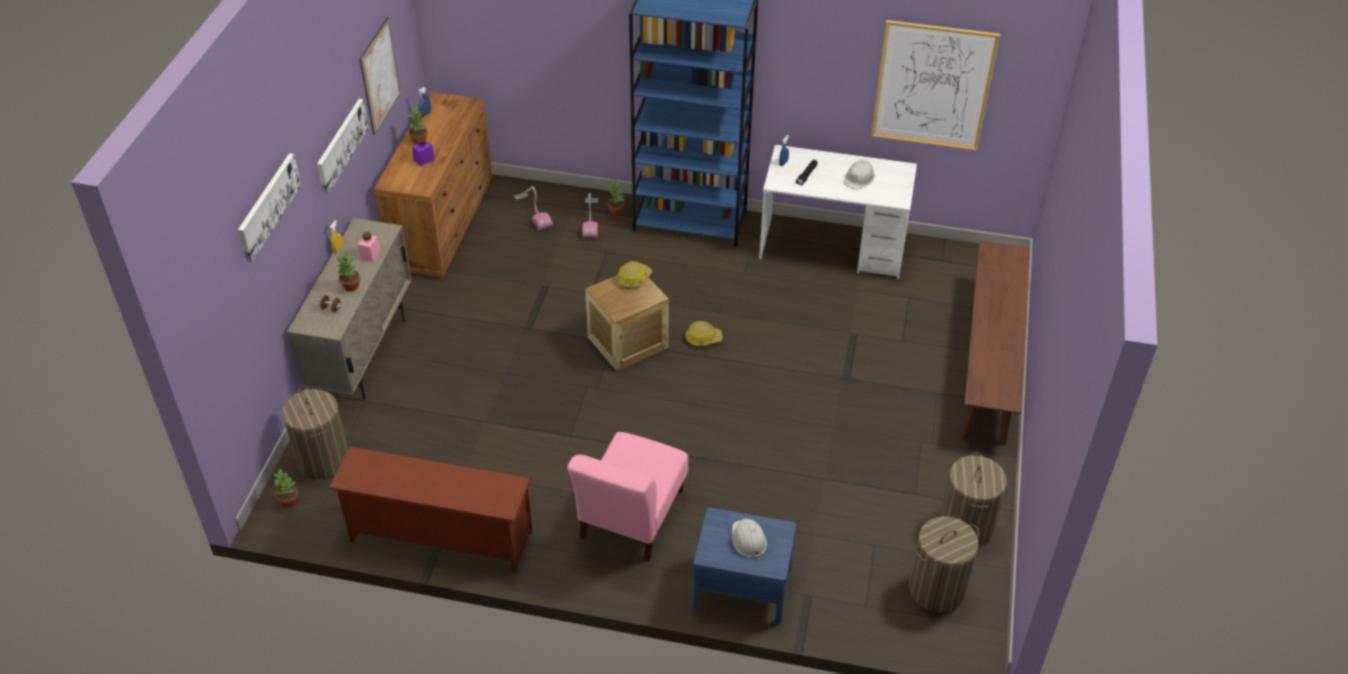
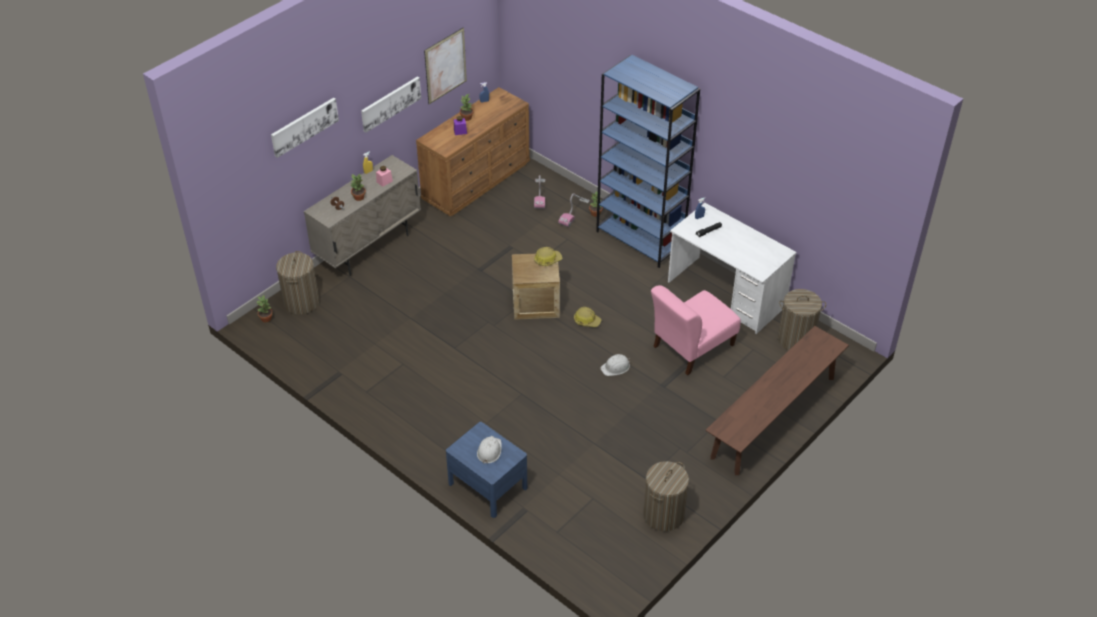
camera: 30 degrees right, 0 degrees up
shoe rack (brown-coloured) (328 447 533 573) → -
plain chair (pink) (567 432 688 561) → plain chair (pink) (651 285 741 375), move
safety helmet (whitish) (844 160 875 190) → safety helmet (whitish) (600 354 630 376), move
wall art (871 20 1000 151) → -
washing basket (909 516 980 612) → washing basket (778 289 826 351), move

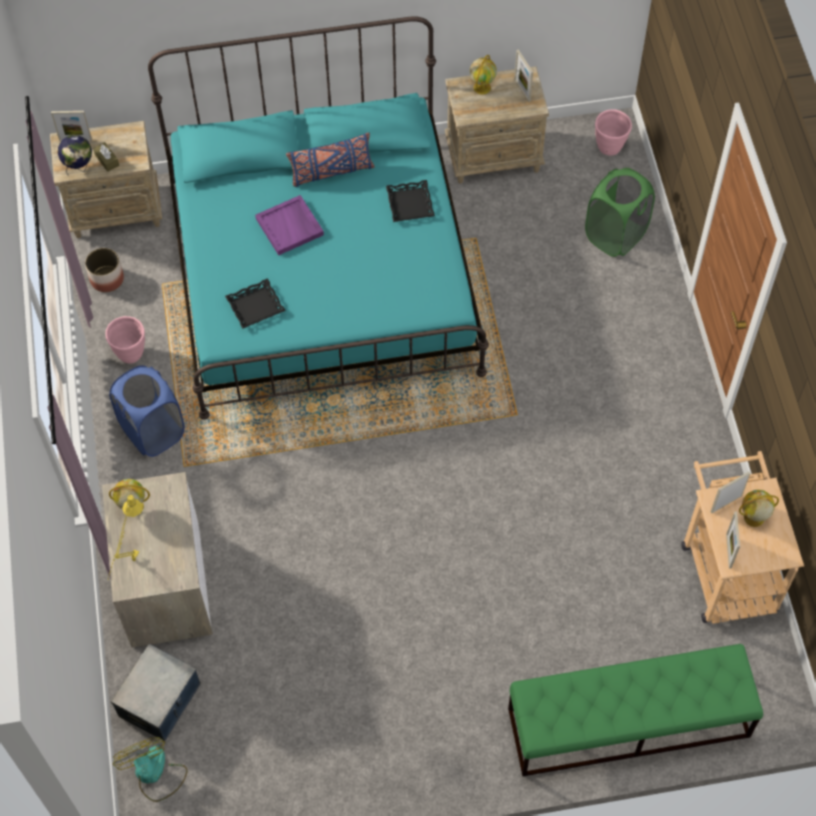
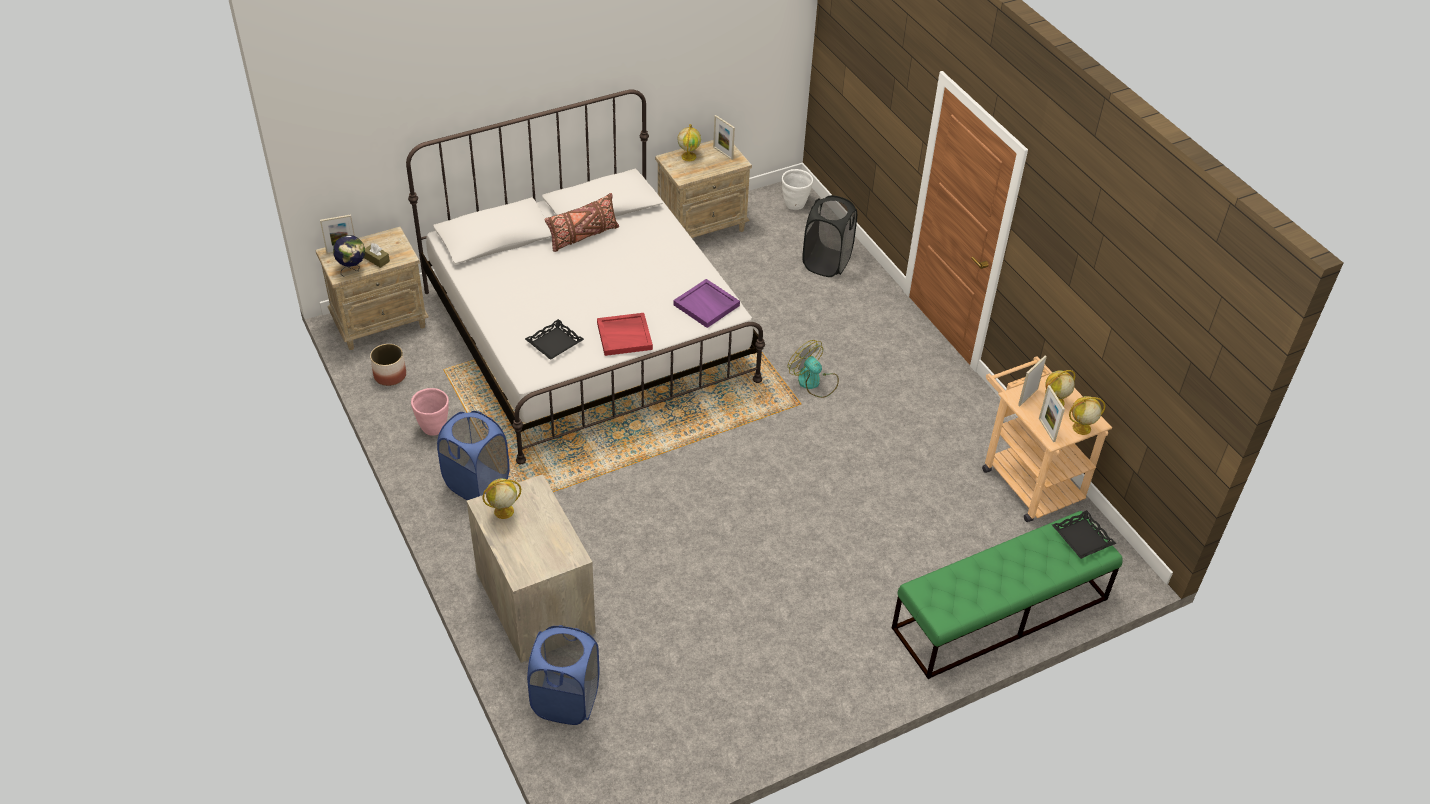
camera: 20 degrees left, 15 degrees down
lamp for a table (yellow) (108 495 143 578) → -
storage bin (111 644 201 741) → washing basket (bluish) (527 625 600 725)
electric fan (112 737 188 802) → electric fan (788 340 839 398), move
bed (turquoise) (148 16 489 420) → bed (whitish) (406 90 765 464)
carrying tray (purple-coloured) (255 195 324 256) → carrying tray (purple-coloured) (673 279 740 328), move
pillow (bluish) (286 132 375 187) → pillow (brown-coloured) (544 193 619 252)
carrying tray (black) (386 180 435 222) → carrying tray (black) (1052 510 1116 559), move
washing basket (green) (585 168 655 257) → washing basket (black) (802 195 857 277)
plant pot (pink) (595 109 632 155) → plant pot (whitish) (782 169 813 210)
- → carrying tray (red-coloured) (597 313 653 356)
- → world globe (1069 396 1105 435)

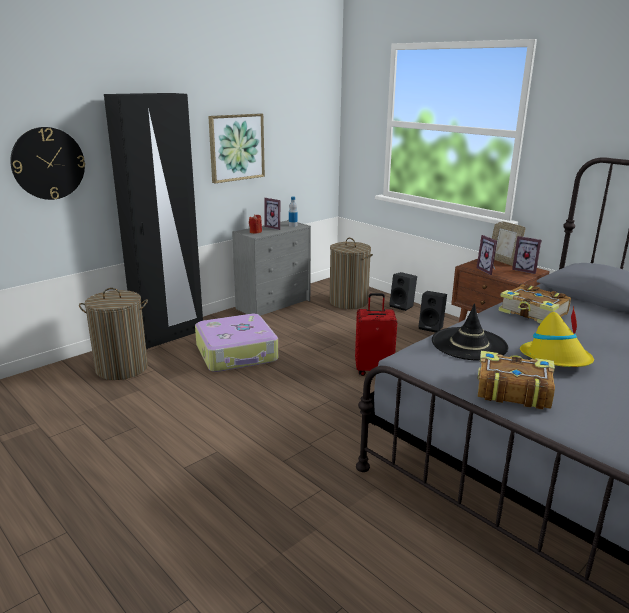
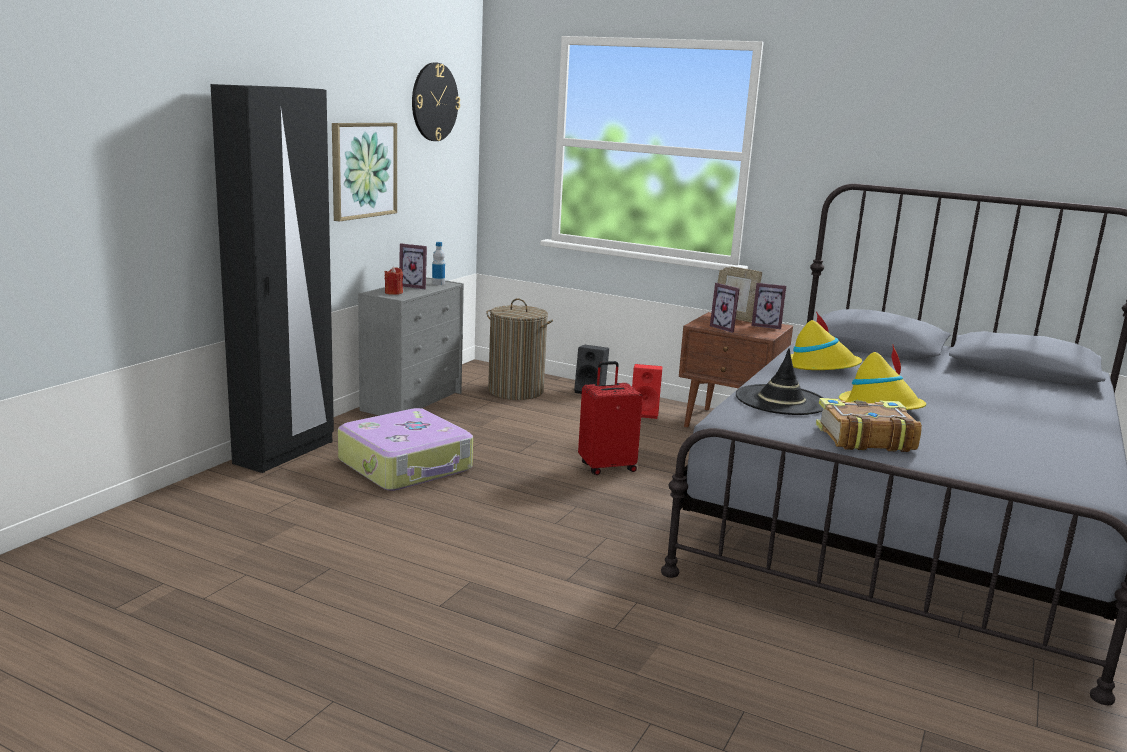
camera: 20 degrees left, 5 degrees down
wall clock (10 127 85 200) → wall clock (412 62 460 141), move
washing basket (79 288 148 380) → -
audio speaker (black) (418 291 447 333) → audio speaker (red-coloured) (632 364 663 419)
volume (498 284 571 324) → hat (yellow) (784 311 862 370)

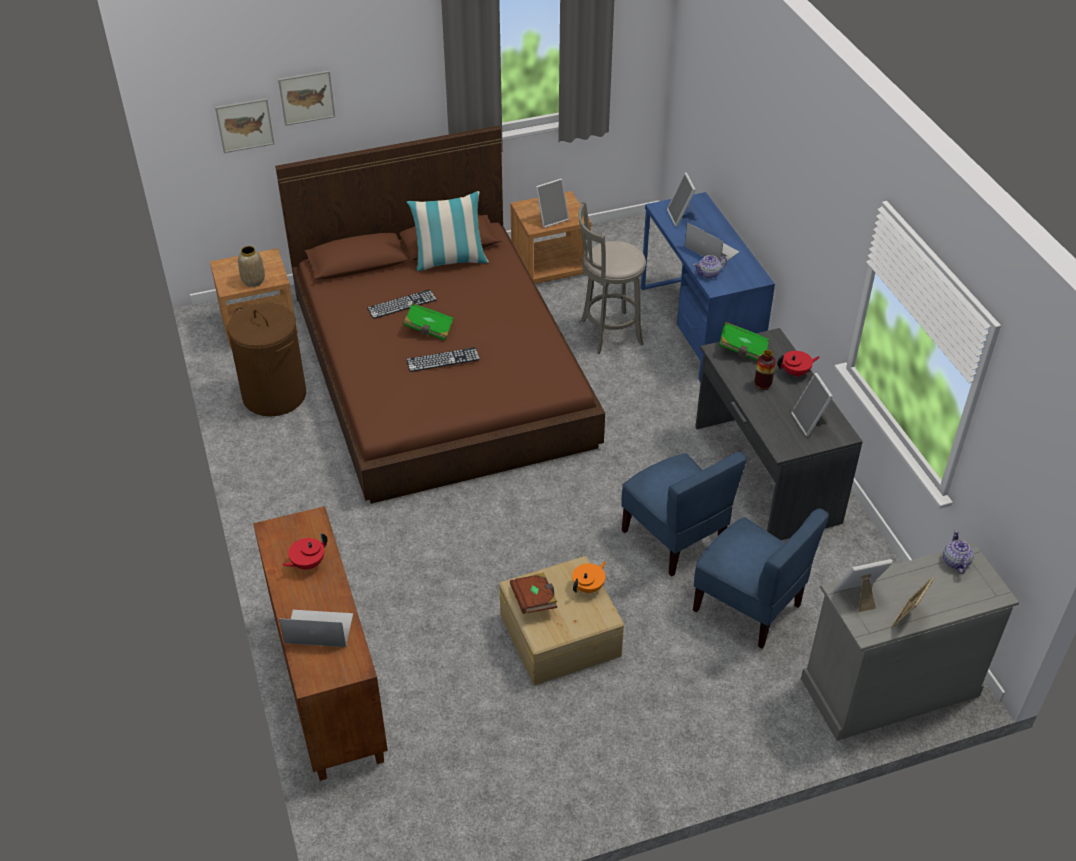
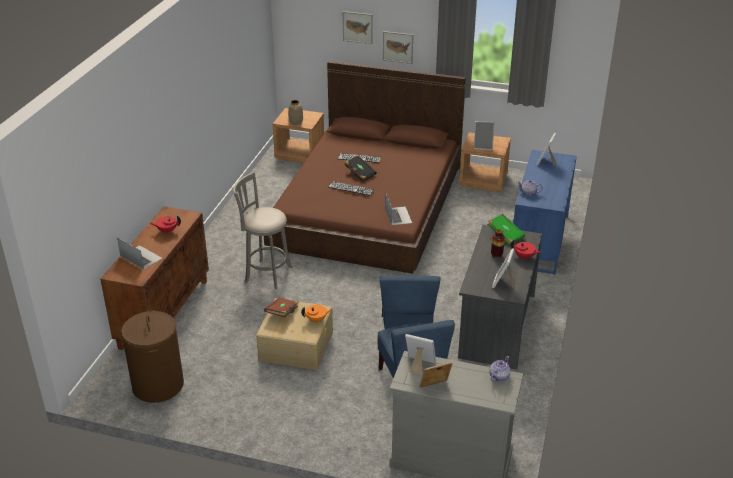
camera: 35 degrees right, 10 degrees down
wall art (215 98 274 153) → wall art (383 31 413 64), move
washing basket (brown-coloured) (227 303 306 417) → washing basket (brown-coloured) (121 310 184 403), move
volume (green) (404 303 453 341) → volume (black) (345 155 377 181)
pillow (407 191 489 271) → -
stool (grey) (578 201 646 354) → stool (grey) (233 172 292 289), move
notebook computer (685 222 739 265) → notebook computer (385 192 412 225), move

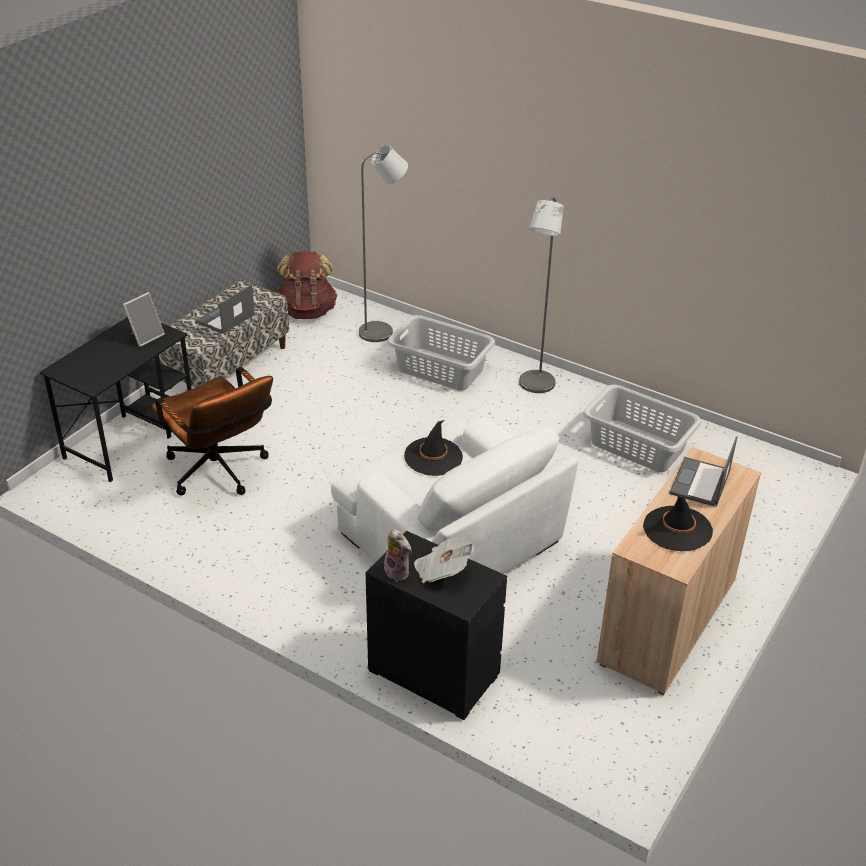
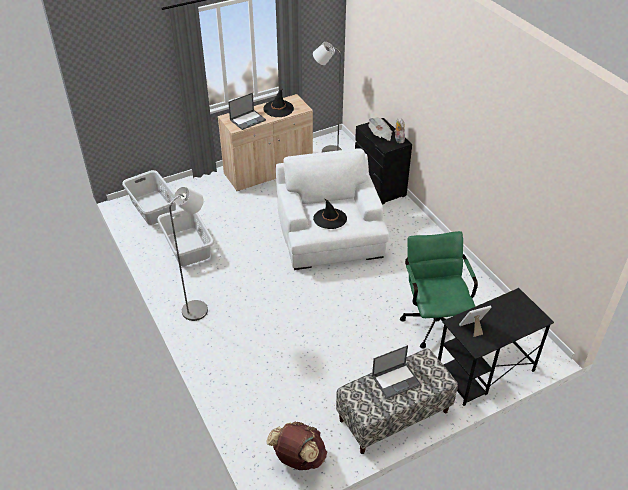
camera: 150 degrees left, 5 degrees up
office chair (brown-coloured) (152 367 273 495) → office chair (green) (400 231 478 348)
standard lamp (grey) (359 145 408 342) → standard lamp (grey) (313 42 342 152), move
washing basket (grey) (387 315 495 391) → washing basket (grey) (122 170 176 225), move

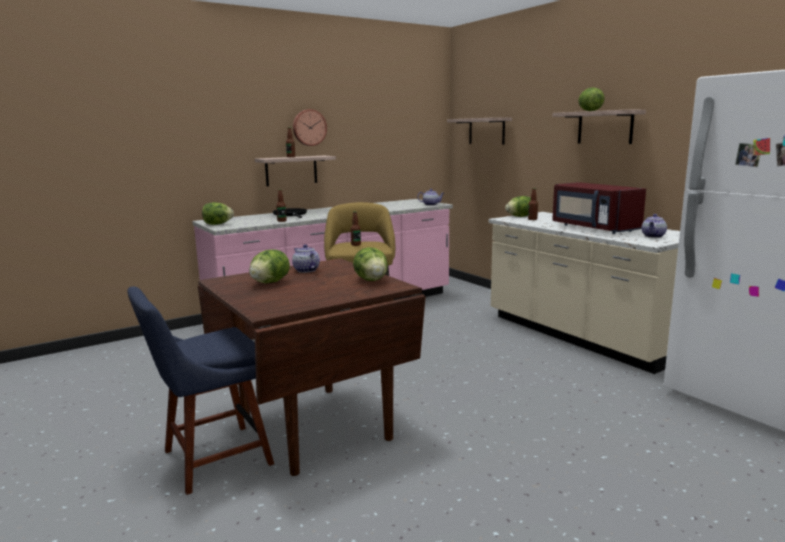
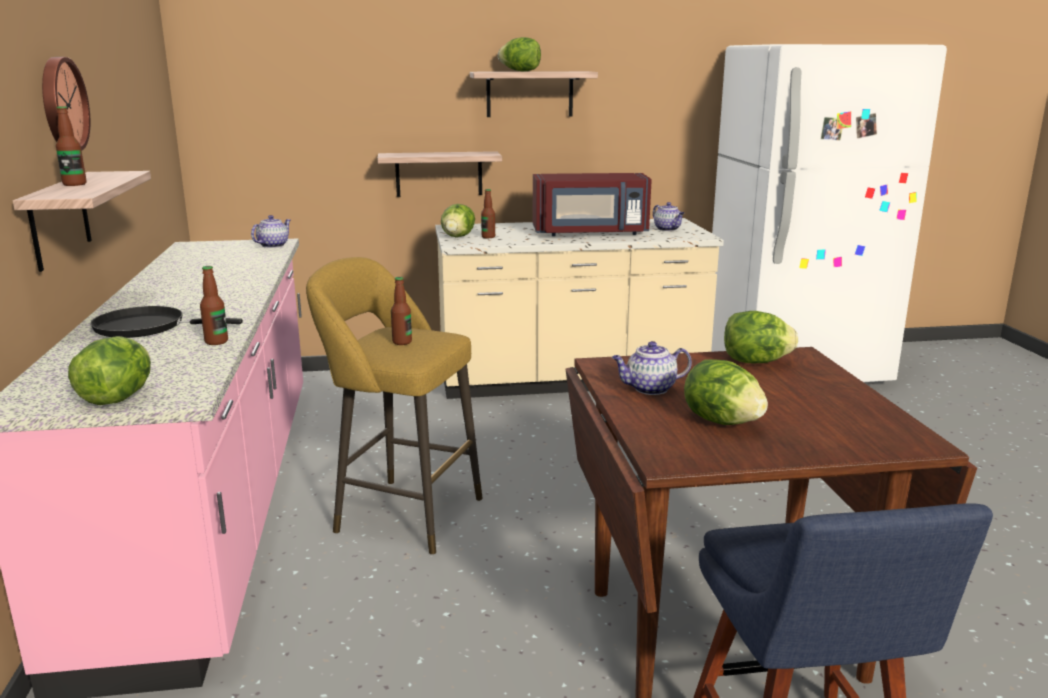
camera: 65 degrees left, 5 degrees up
shelf (447 117 512 144) → shelf (378 151 502 197), move

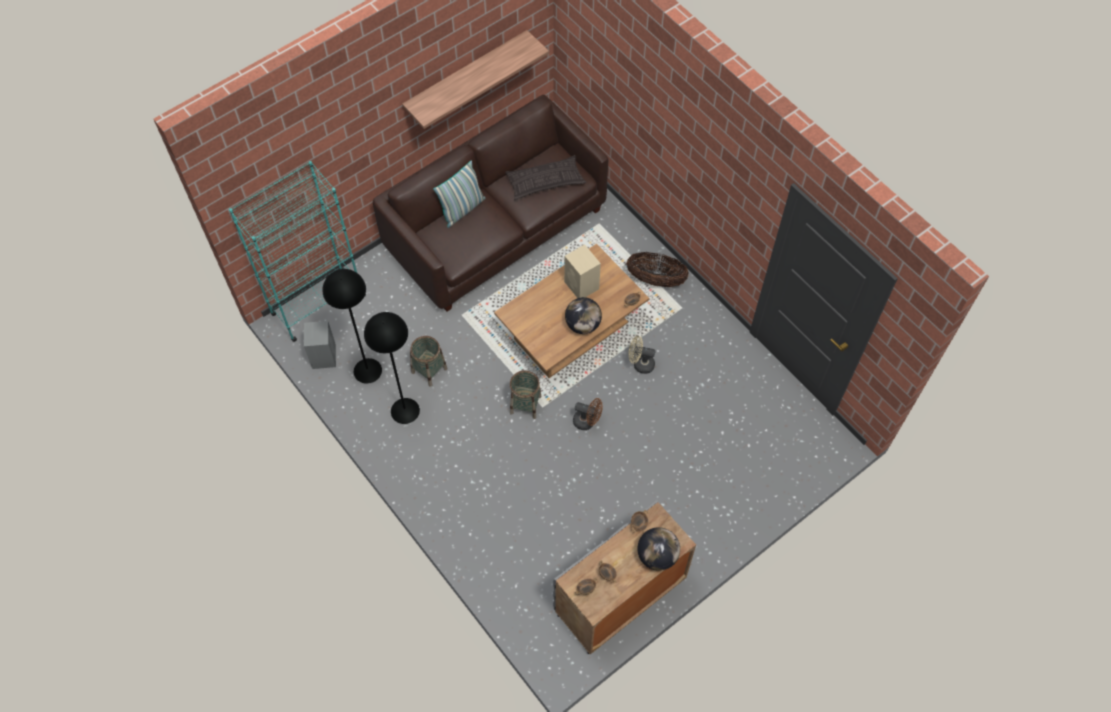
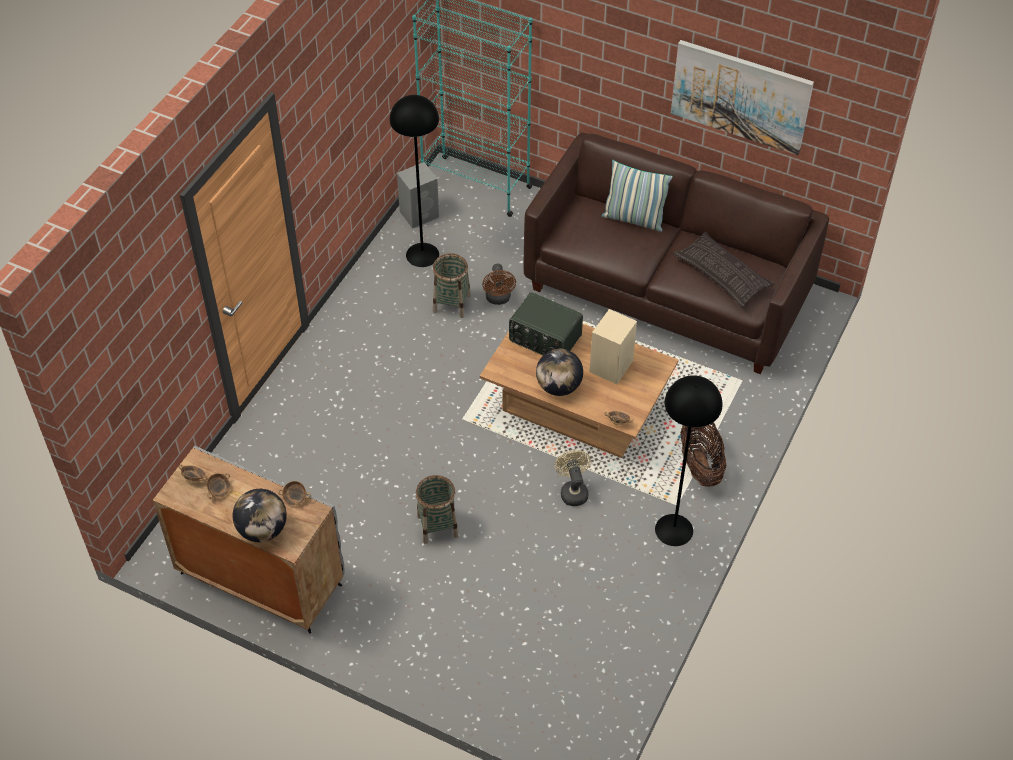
camera: 65 degrees right, 10 degrees down
standard lamp (black) (364 312 420 424) → standard lamp (black) (655 375 722 546), move
shelf (402 30 549 129) → wall art (671 40 814 155)
basket (510 371 541 419) → basket (416 475 459 544), move
electric fan (brown-coloured) (573 398 603 430) → electric fan (brown-coloured) (482 264 516 305), move
- → radio receiver (509 292 583 355)

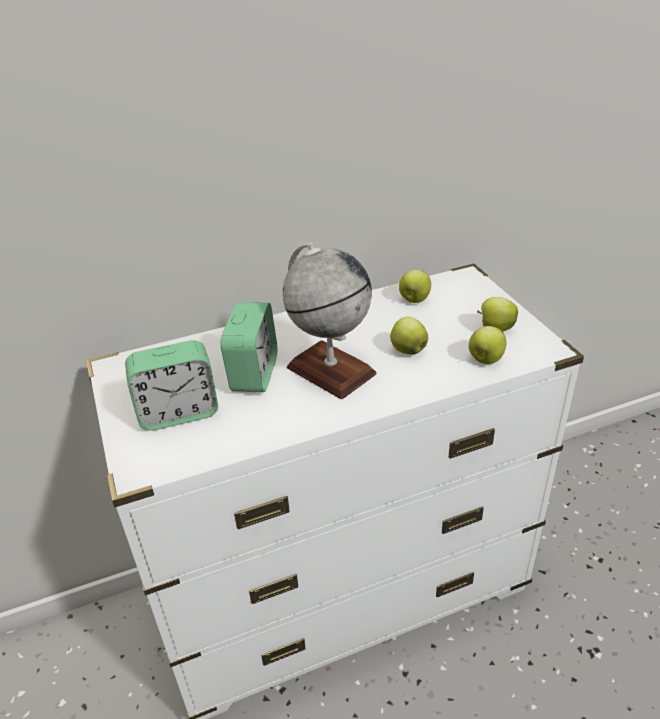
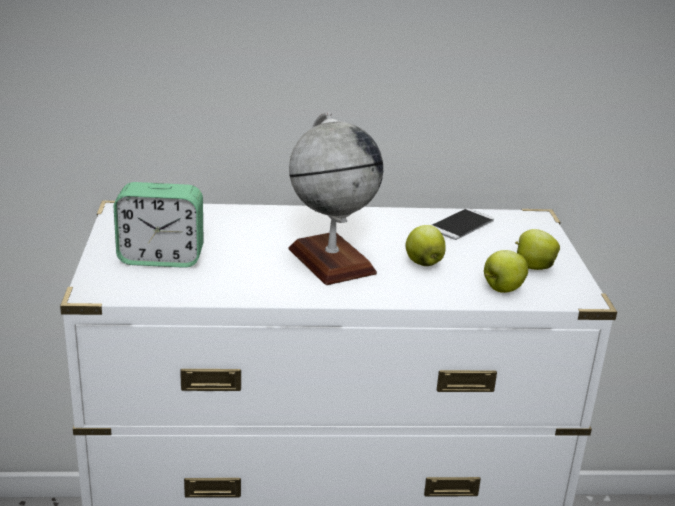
camera: 15 degrees right, 10 degrees down
table clock (220 302 277 392) → -
apple fruit (399 269 431 303) → telephone (432 208 494 240)

